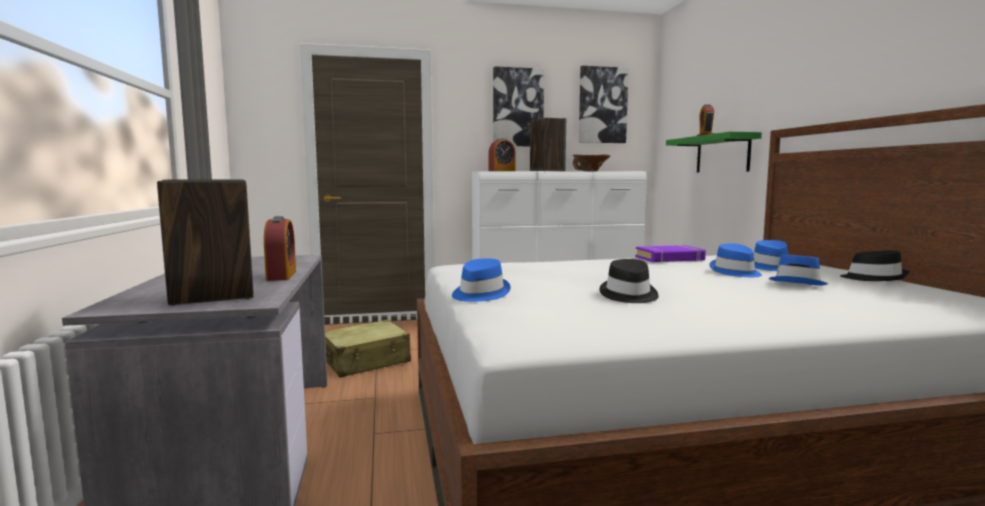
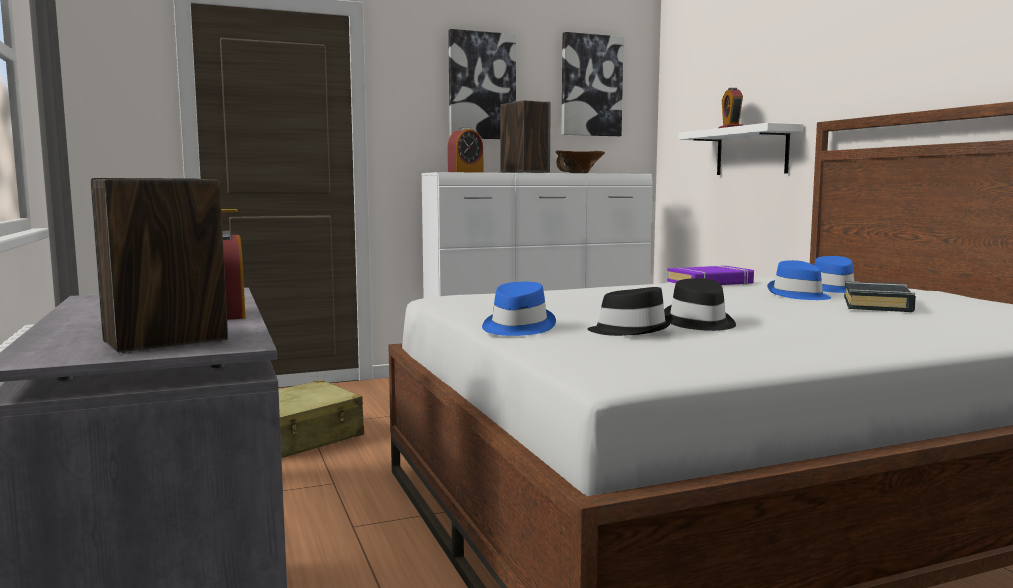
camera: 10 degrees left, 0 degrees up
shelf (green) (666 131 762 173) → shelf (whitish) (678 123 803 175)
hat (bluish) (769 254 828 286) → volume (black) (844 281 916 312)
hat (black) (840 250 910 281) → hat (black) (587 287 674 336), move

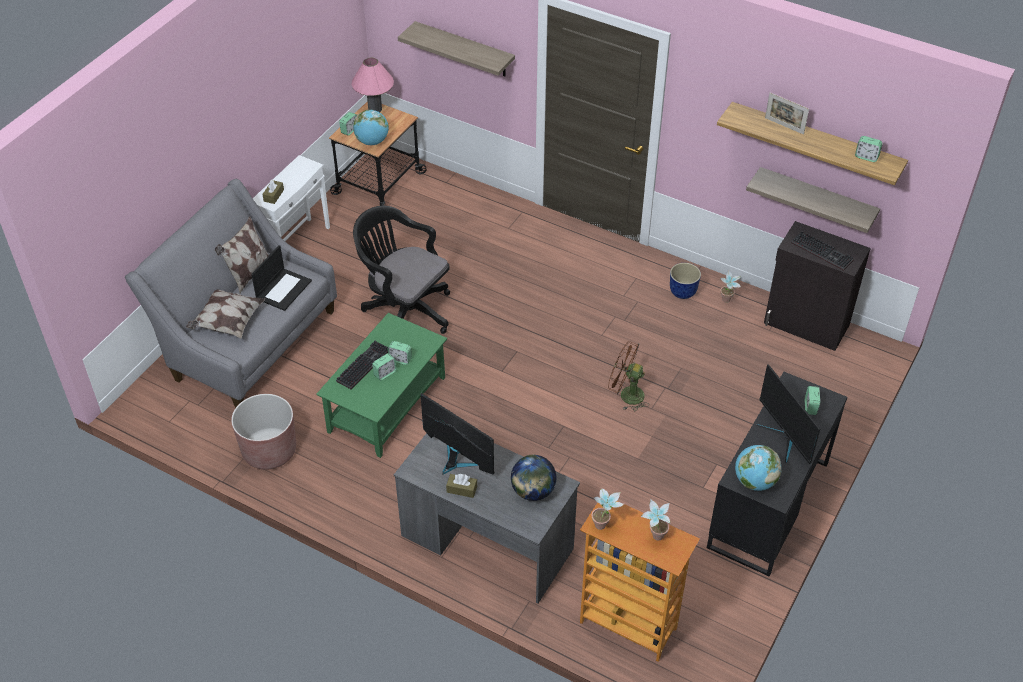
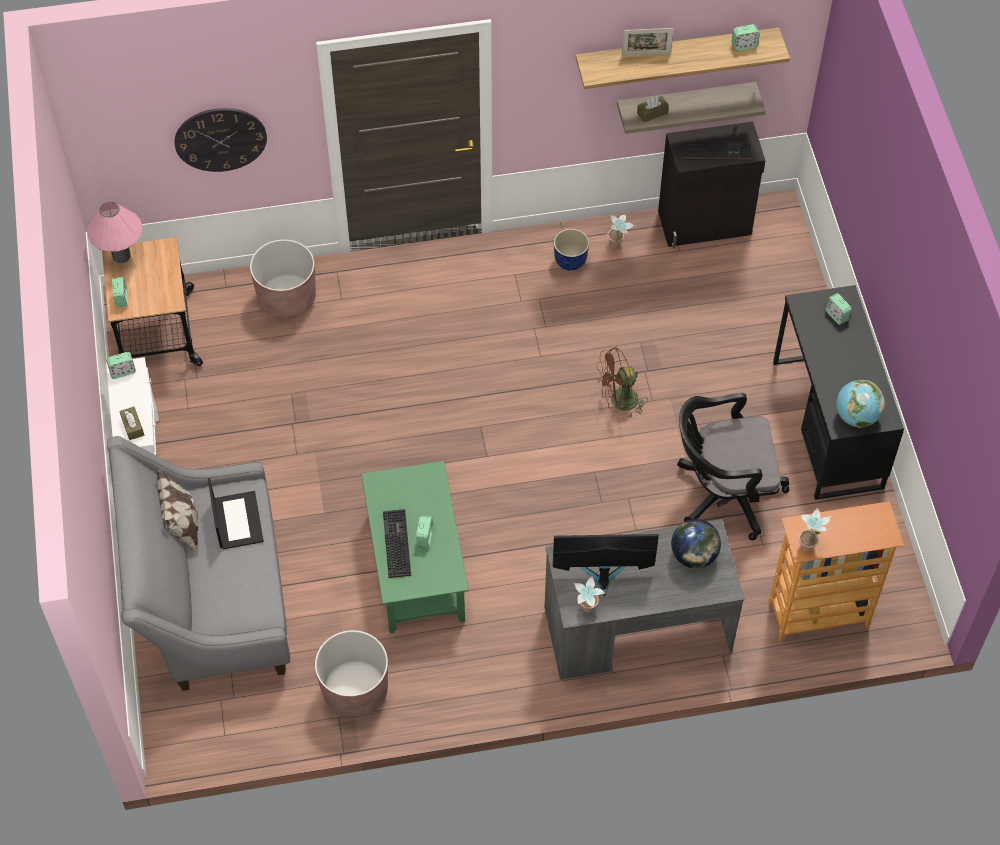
camera: 40 degrees left, 10 degrees up
pillow (186 289 265 339) → -
world globe (353 110 389 145) → -
office chair (black) (353 206 450 334) → office chair (black) (677 393 789 541), move
table clock (388 341 412 365) → table clock (106 352 136 379), move
shelf (398 21 515 76) → wall clock (174 108 267 172)
box of tissues (brown-coloured) (446 474 477 498) → box of tissues (brown-coloured) (637 96 669 122), move
potted plant (641 499 670 541) → potted plant (574 576 605 612), move
computer screen (756 364 820 464) → -
- → plant pot (brown-coloured) (250 239 316 319)

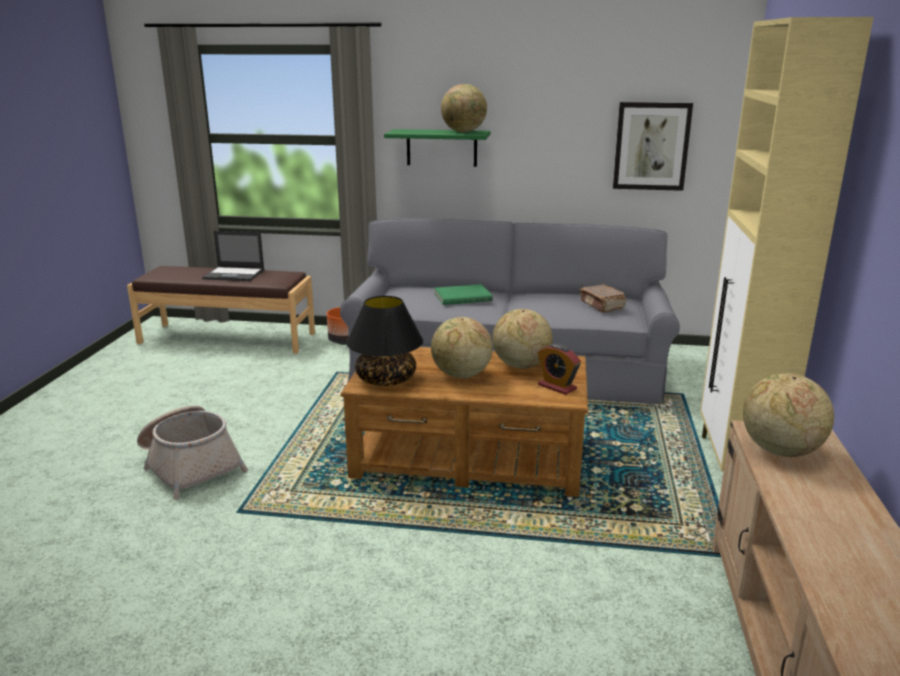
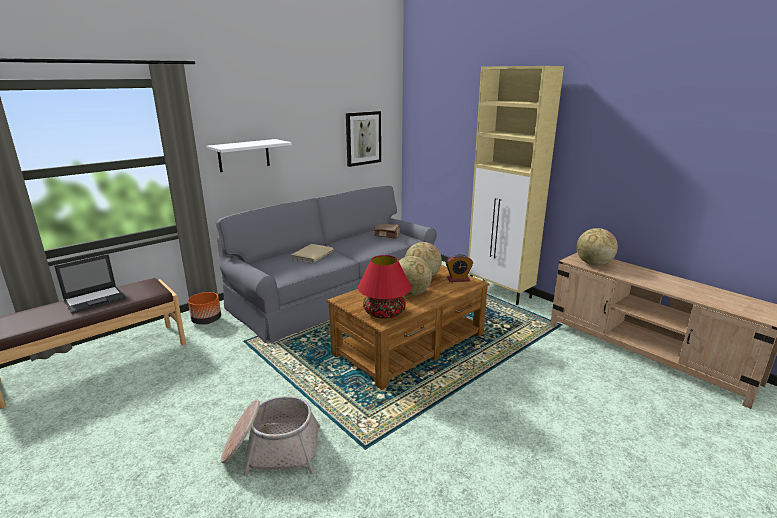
camera: 50 degrees left, 0 degrees up
lamp for a table (black) (346 296 423 386) → lamp for a table (red-coloured) (358 255 411 319)
shelf (green) (384 129 491 167) → shelf (whitish) (207 139 292 172)
volume (green) (434 284 493 305) → volume (beige) (291 244 333 263)
world globe (441 84 487 132) → -

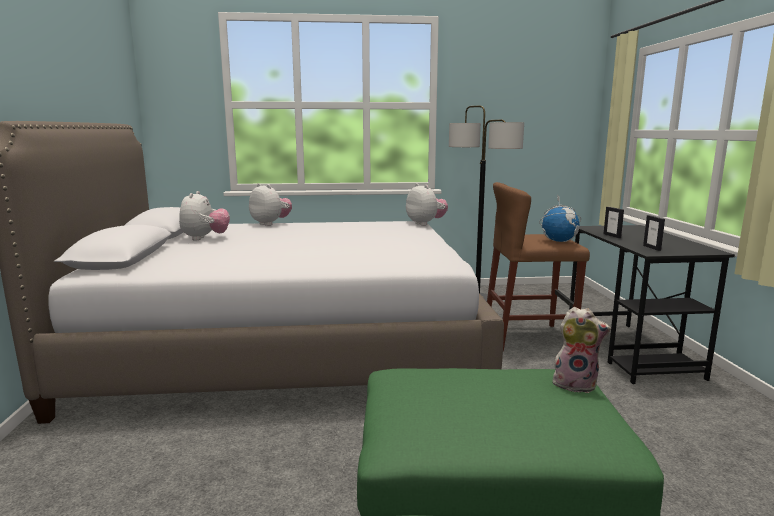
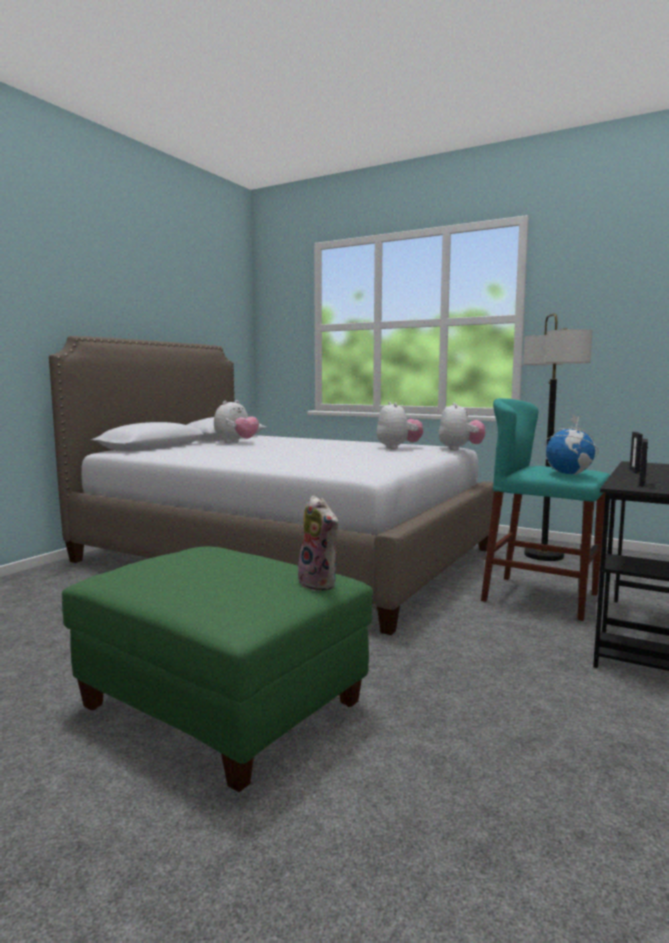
camera: 35 degrees right, 5 degrees down
plush toy (249 183 292 226) → plush toy (377 402 423 449), move
stool (brown-coloured) (487 182 590 351) → stool (turquoise) (481 398 610 621)

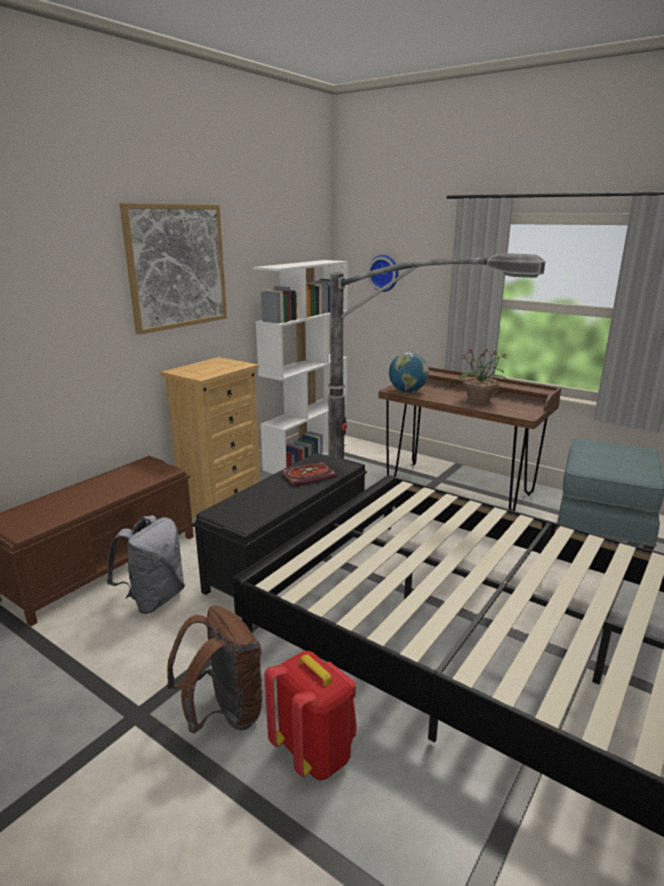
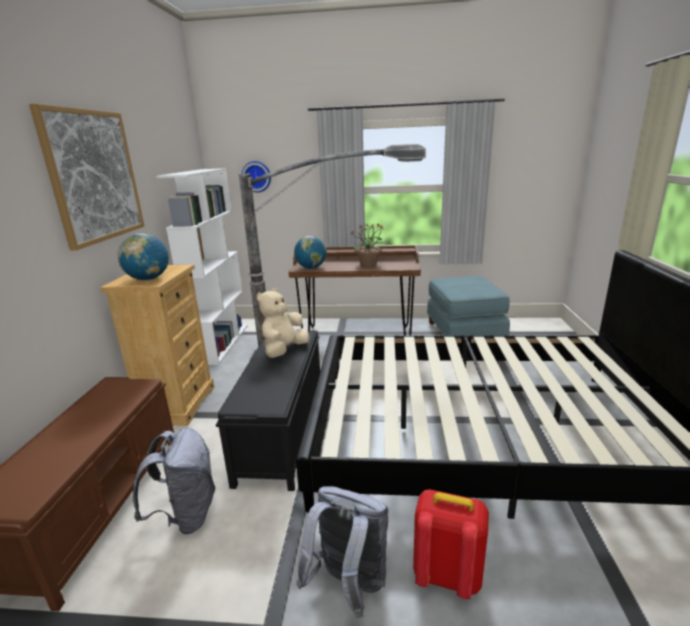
camera: 30 degrees left, 0 degrees up
backpack (brown-coloured) (167 606 263 733) → backpack (grey) (297 486 389 618)
volume (282 462 337 486) → plush toy (beige) (256 288 309 358)
- → world globe (118 233 169 280)

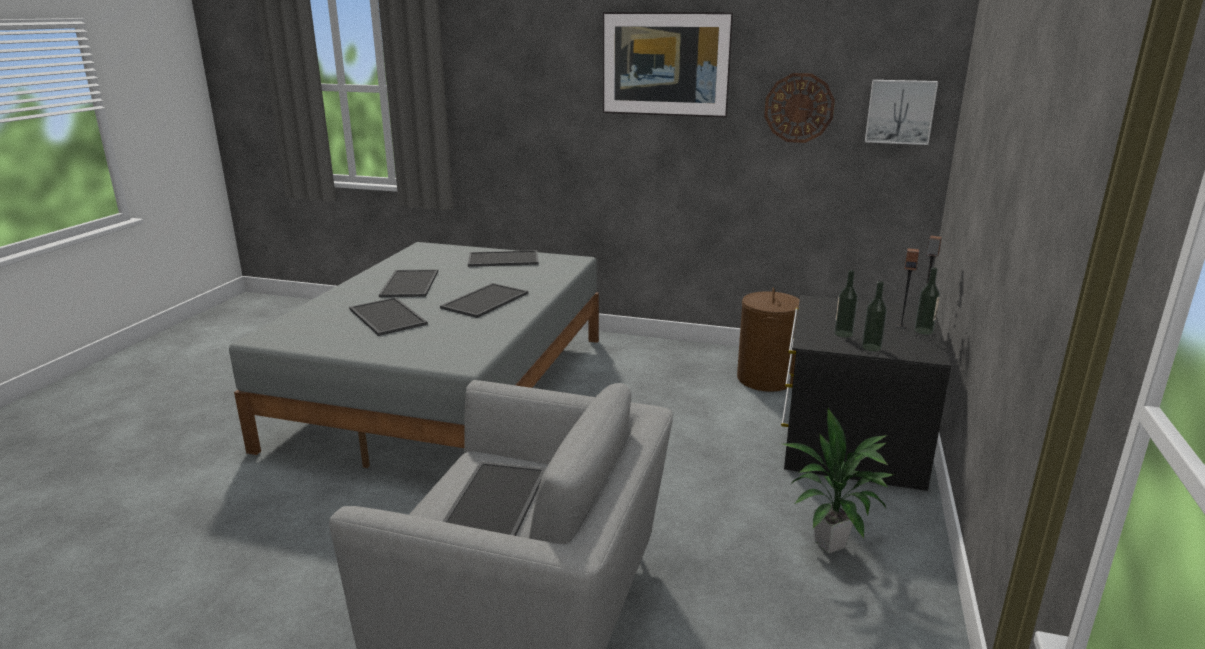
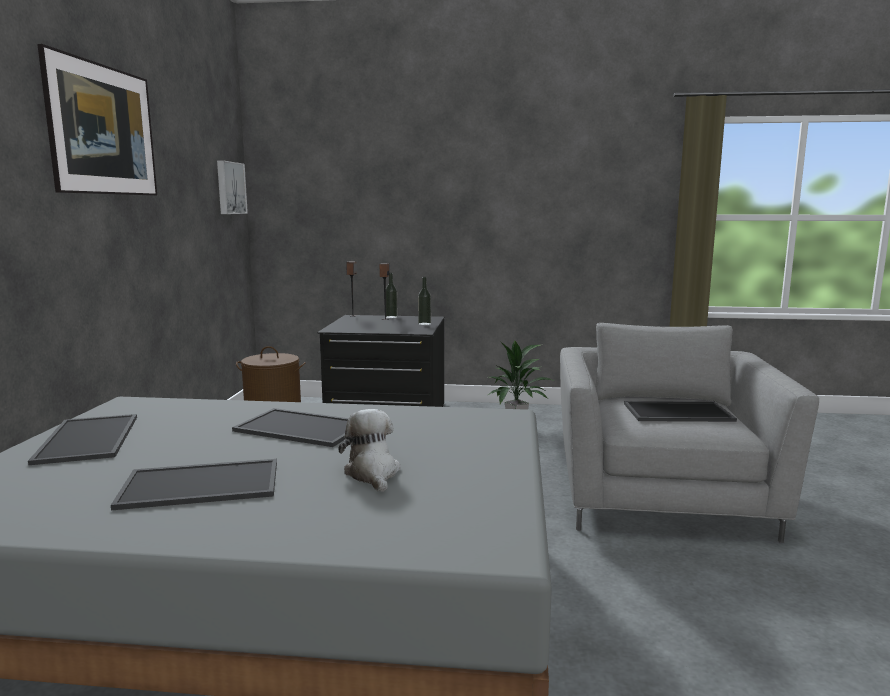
camera: 100 degrees left, 10 degrees down
carrying tray (349 297 428 336) → plush toy (338 409 401 492)
wall clock (764 73 835 143) → -
bottle (834 270 858 337) → -

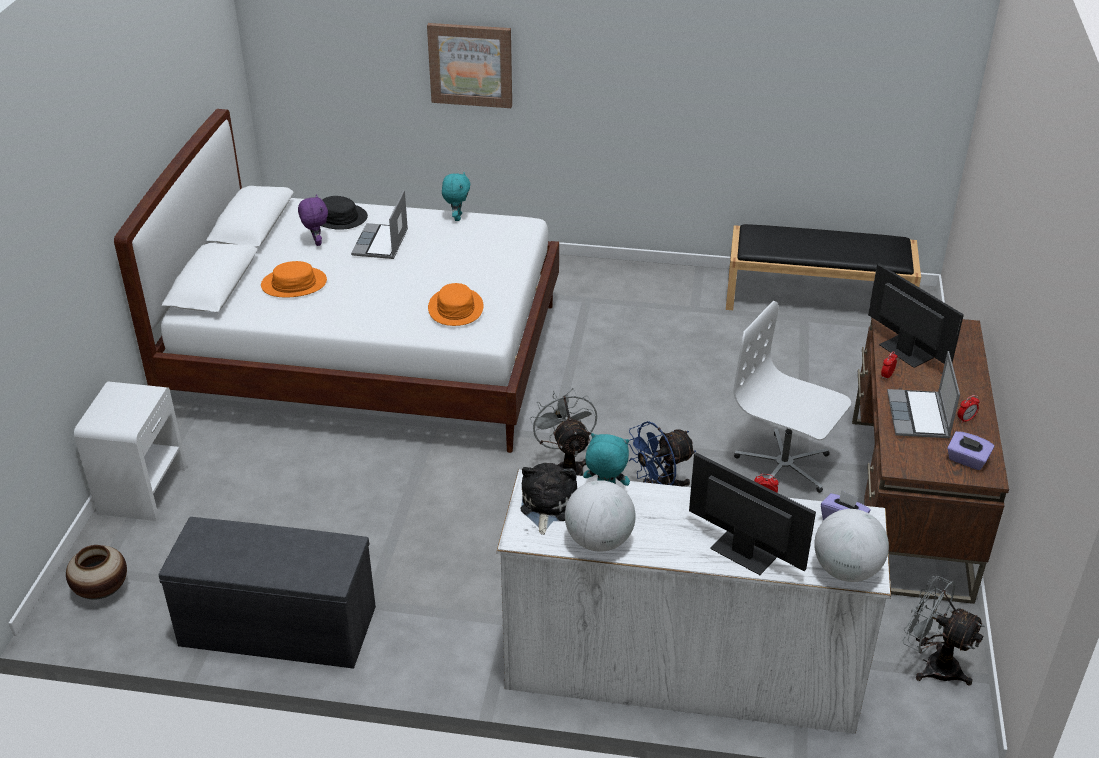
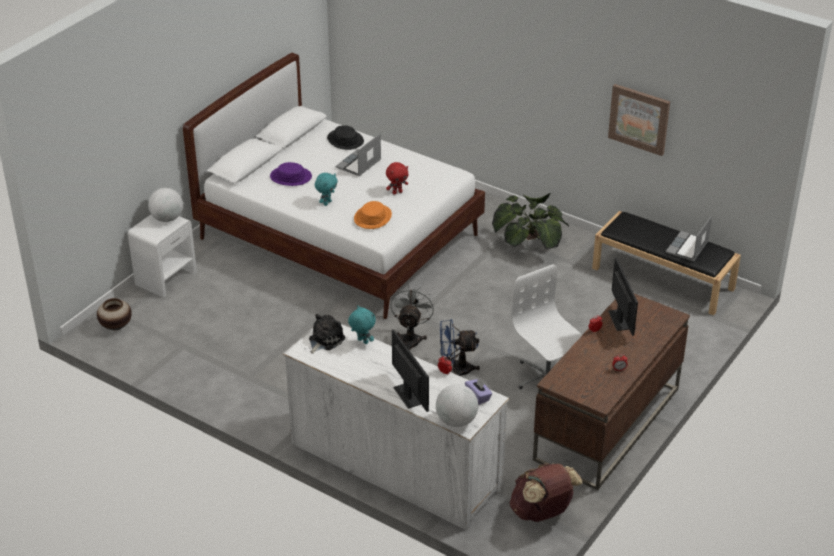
camera: 25 degrees right, 0 degrees up
indoor bench (grey) (158 517 376 669) → -
hat (orangey) (261 261 327 297) → hat (purple-coloured) (270 162 312 186)
plush toy (purple-coloured) (298 194 328 246) → -
wall art (427 23 512 108) → wall art (608 84 670 156), move
plush toy (turquoise) (442 172 470 221) → plush toy (turquoise) (315 173 338 206), move
world globe (565 480 636 552) → world globe (148 188 183 222), move
notebook computer (887 351 960 438) → notebook computer (666 215 712 262), move
electric fan (grey) (903 576 985 686) → backpack (brown-coloured) (510 463 583 522)
box of tissues (purple-coloured) (947 431 995 470) → -
- → plush toy (red-coloured) (386 162 408 195)
- → potted plant (492 193 569 250)

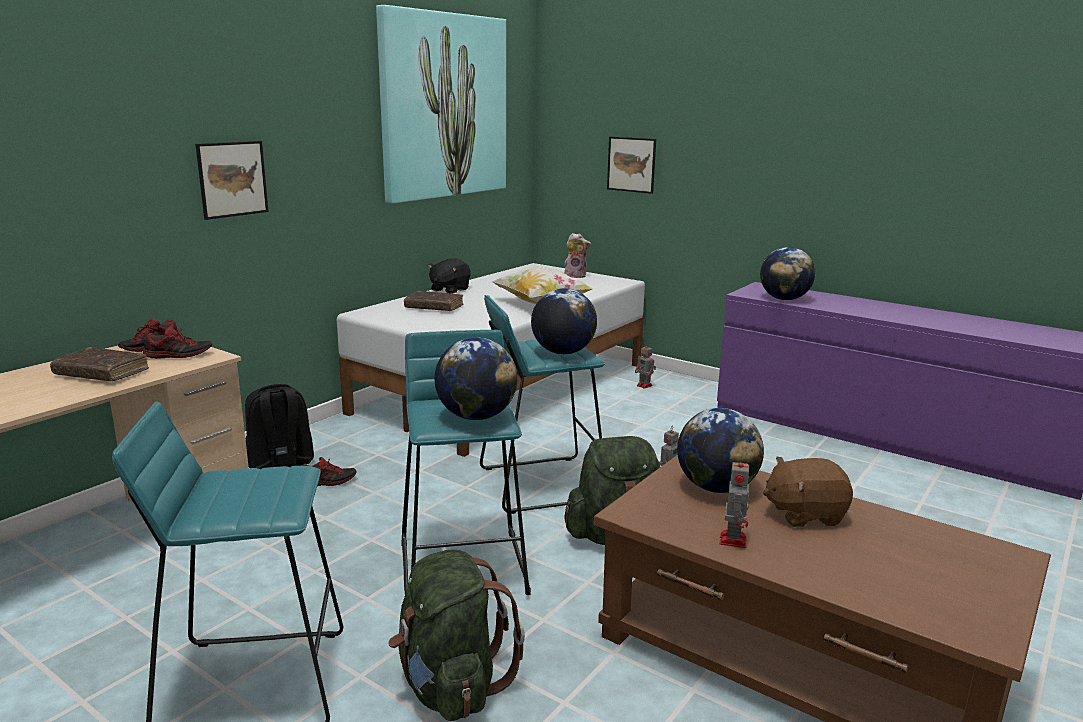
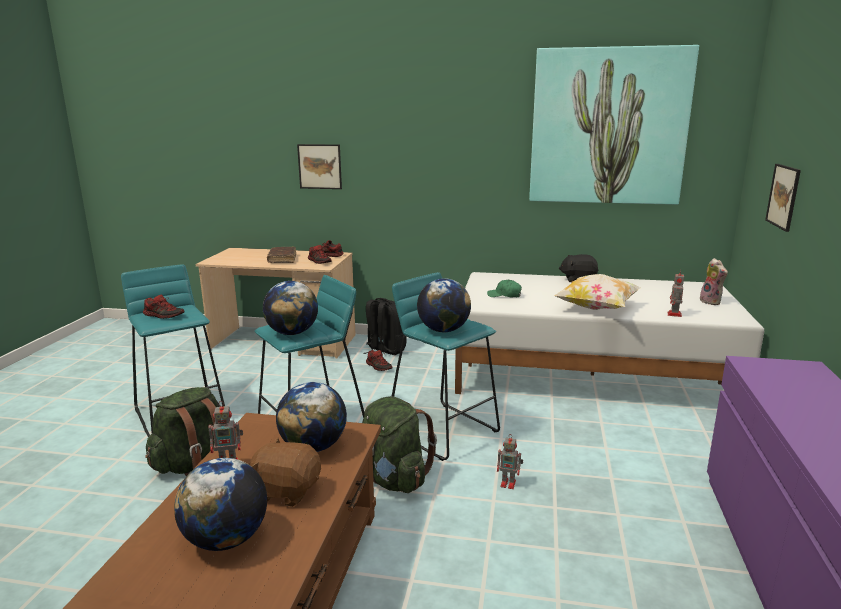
camera: 65 degrees right, 0 degrees up
wall art (196 141 269 220) → wall art (297 144 342 189), move
volume (brown-coloured) (404 291 463 311) → -
robot figure (635 346 656 389) → robot figure (667 269 684 317), move
world globe (760 247 815 300) → world globe (174 458 267 551), move
plush toy (brown-coloured) (763 457 853 527) → plush toy (brown-coloured) (249 437 321 507), 45 degrees counterclockwise
- → item of footwear (143 295 184 319)
- → peaked cap (green) (487 280 522 297)

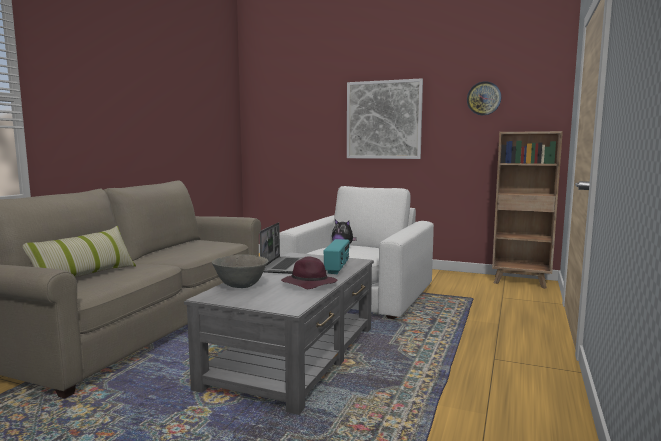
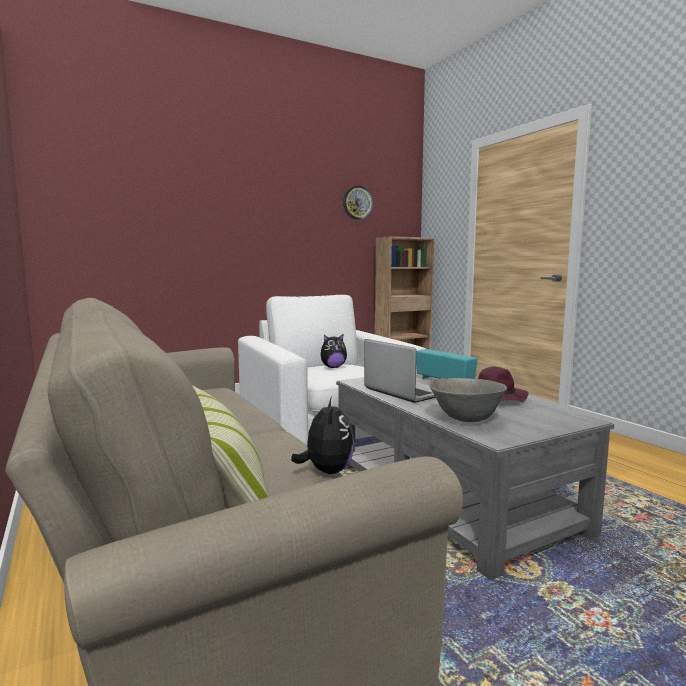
camera: 50 degrees left, 0 degrees up
wall art (347 78 423 159) → -
- → plush toy (291 396 354 474)

